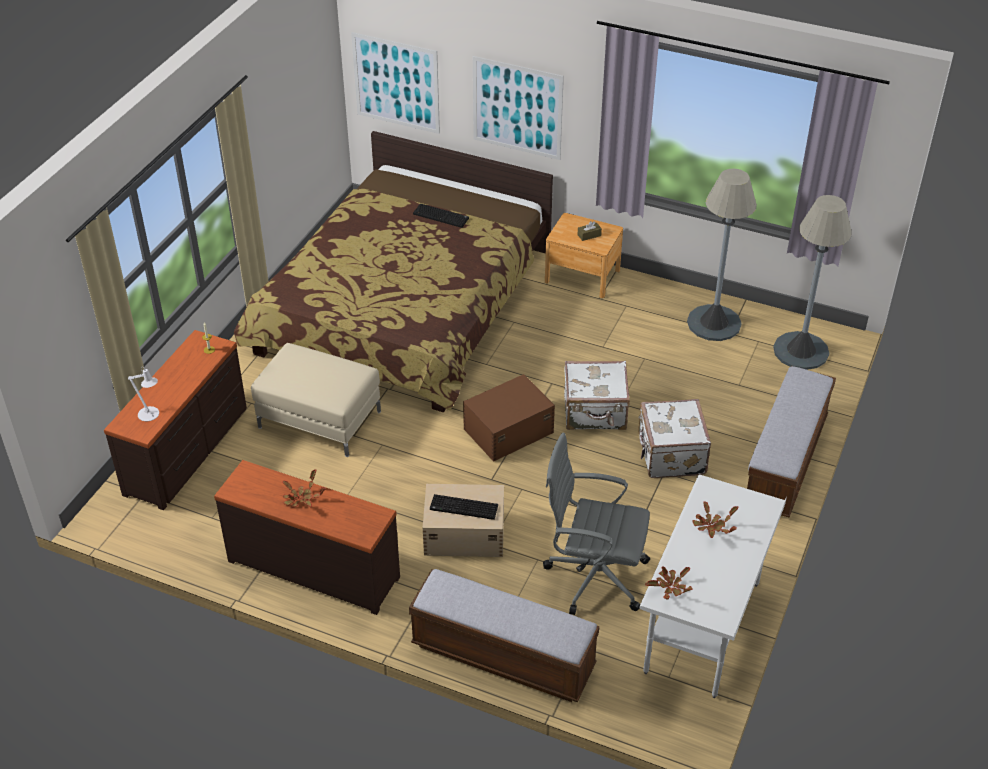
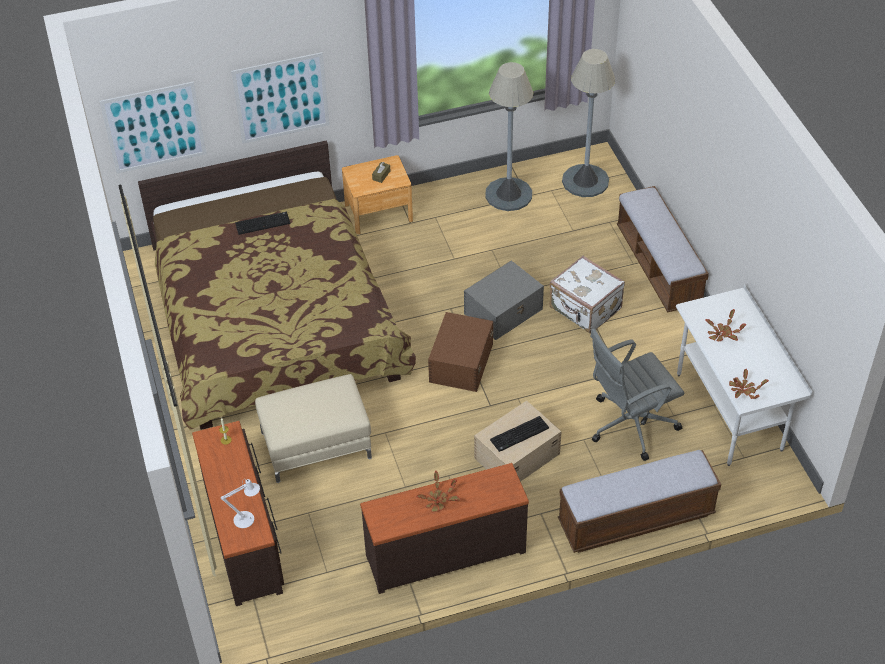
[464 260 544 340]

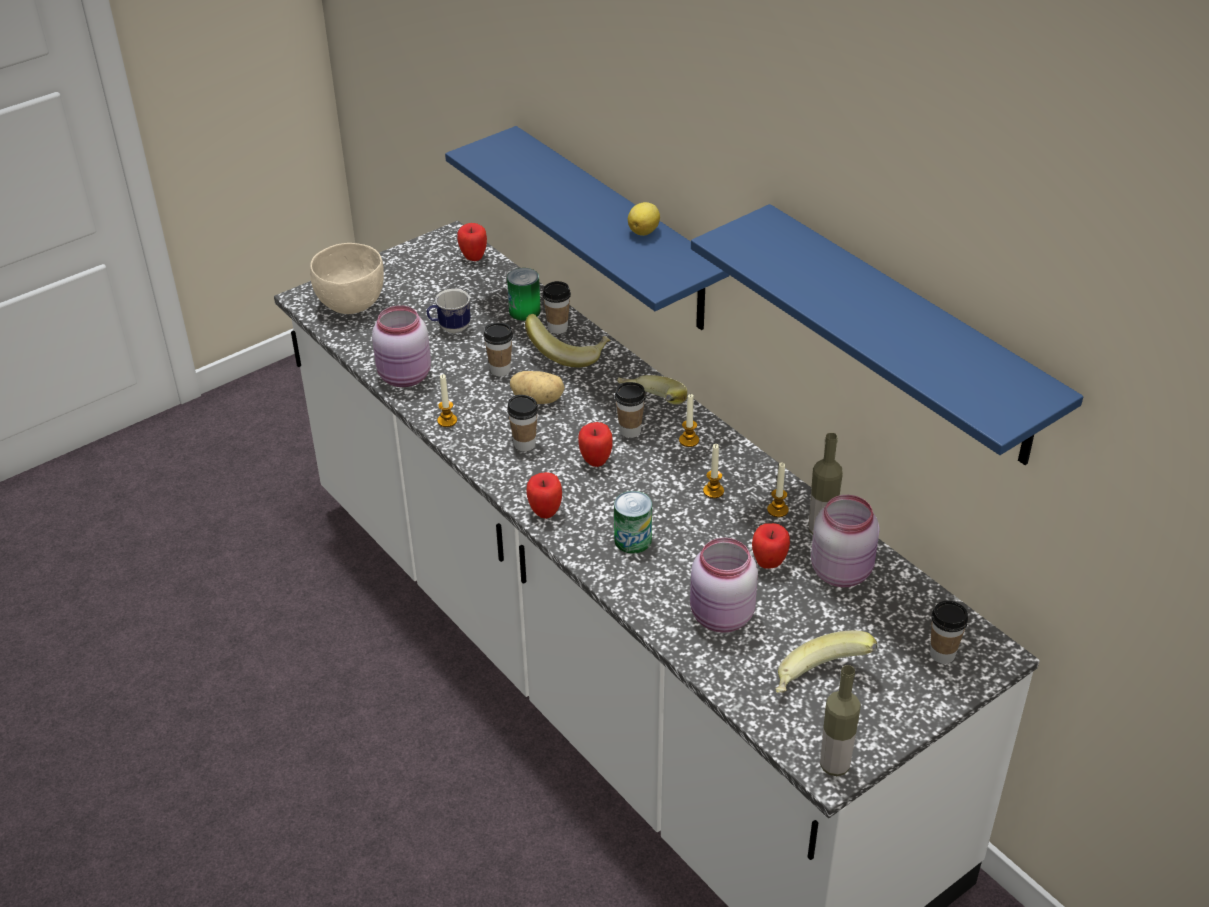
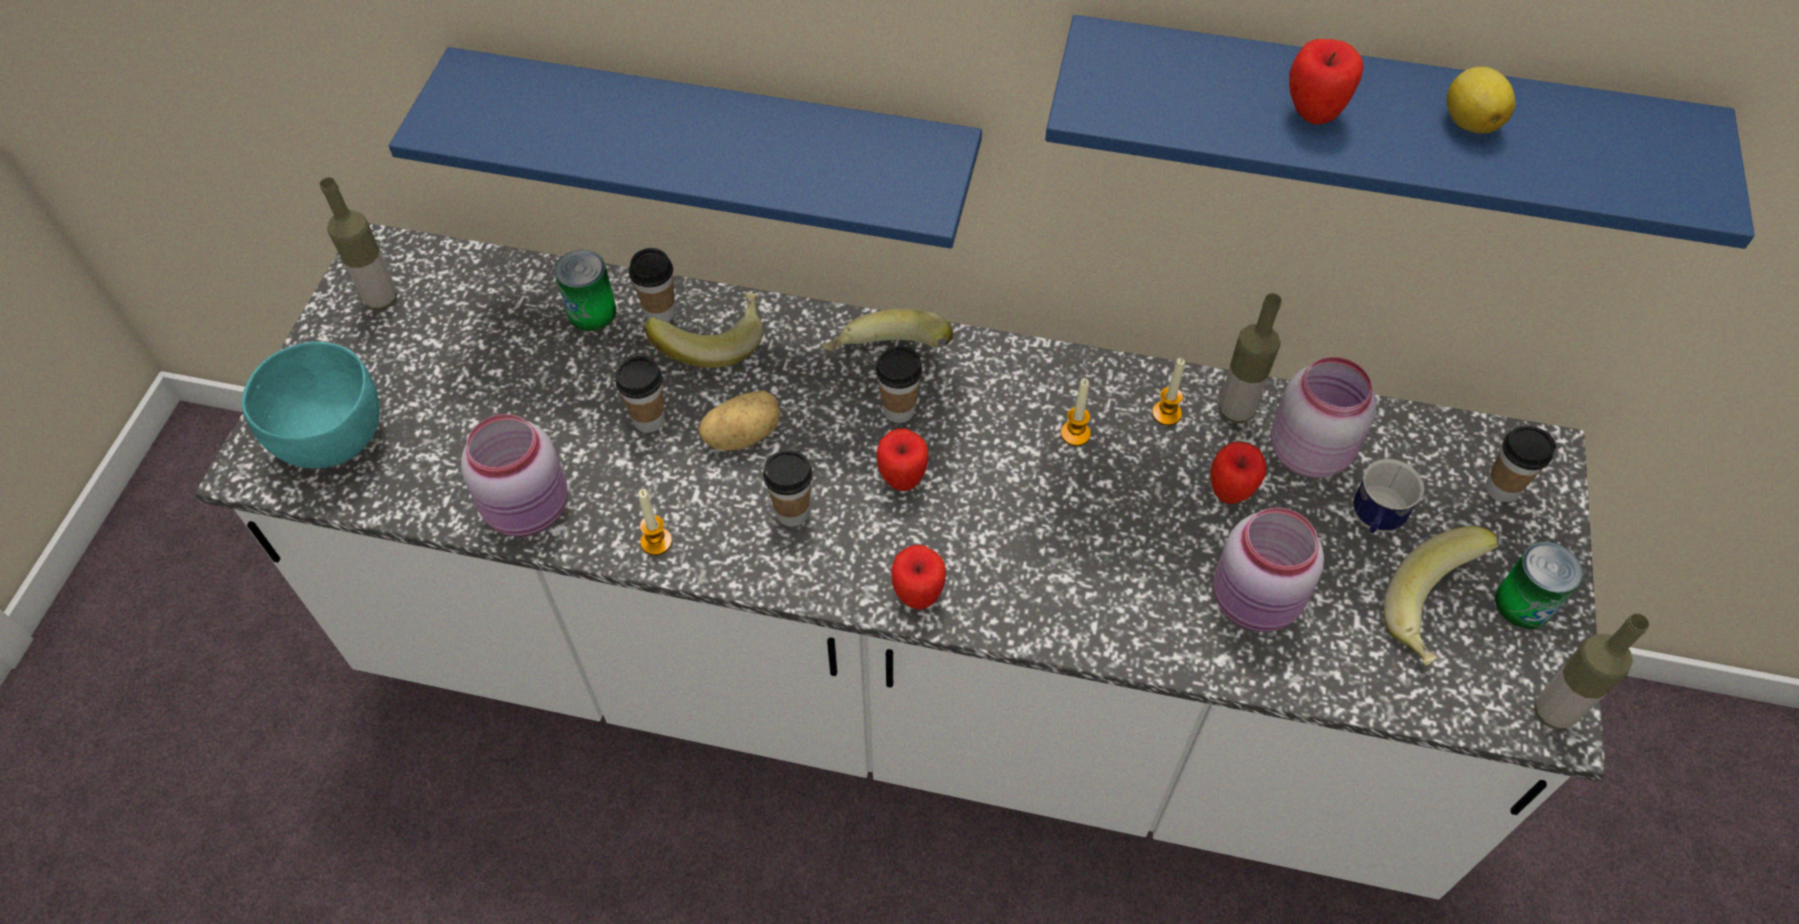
[1447 67 1516 134]
[1289 39 1364 125]
[242 341 380 468]
[1353 459 1424 533]
[679 394 699 447] (first image)
[1495 542 1583 629]
[319 177 398 310]

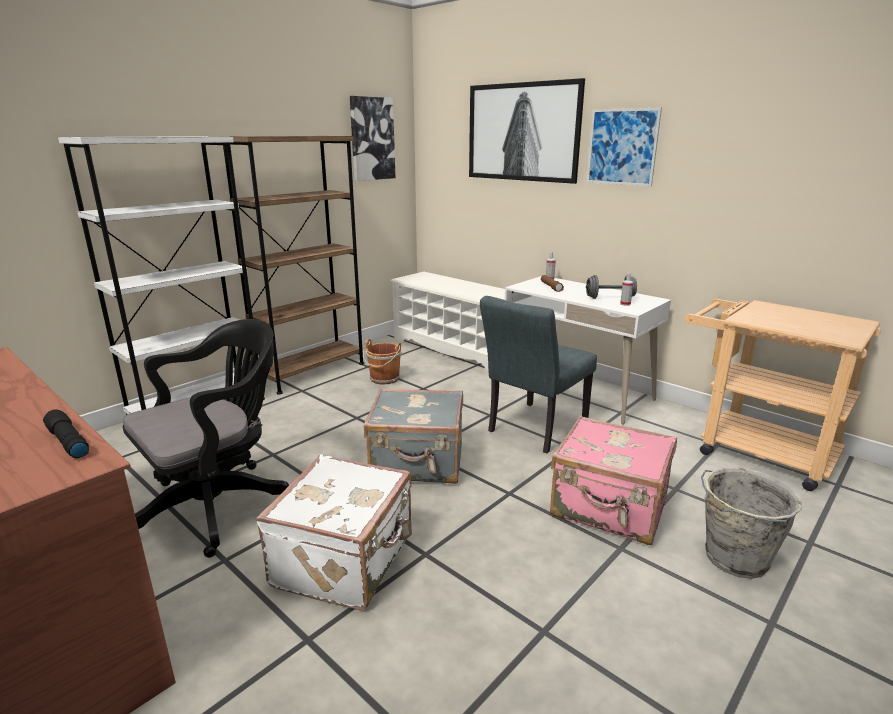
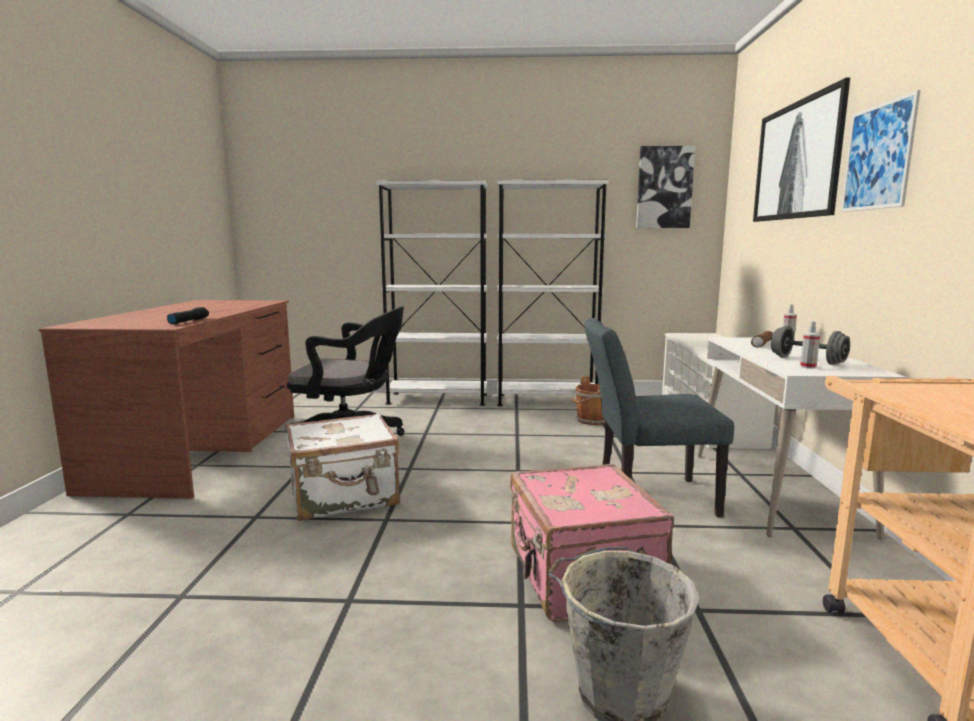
[497 179 609 406]
[364 388 463 484] (first image)

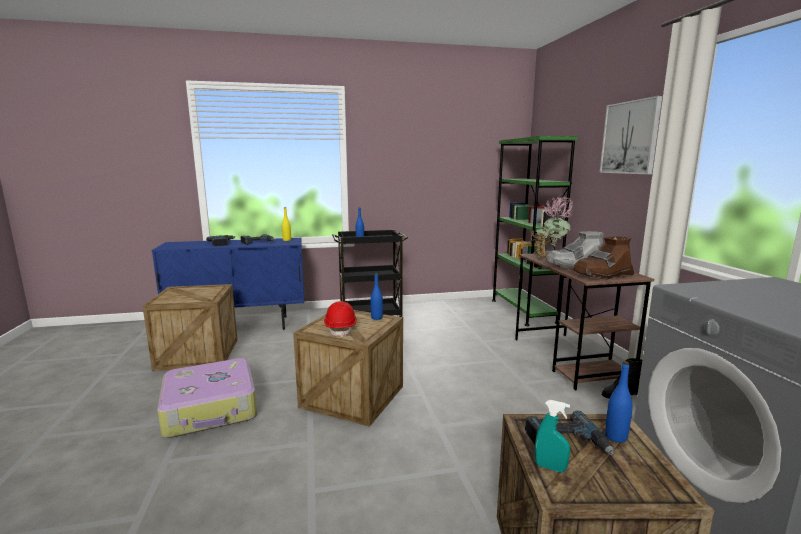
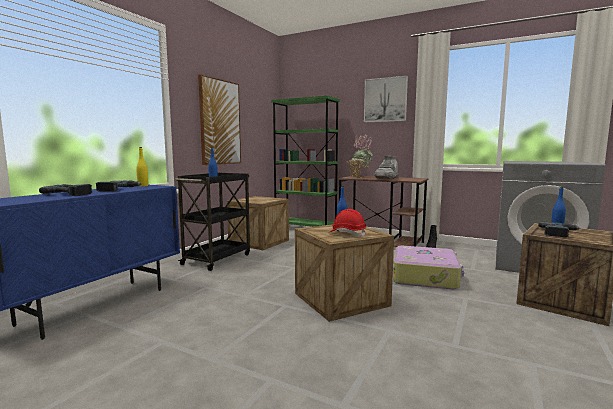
[572 237 634 280] (first image)
[227 196 289 250]
[393 246 464 289]
[535 400 570 472] (first image)
[198 74 241 165]

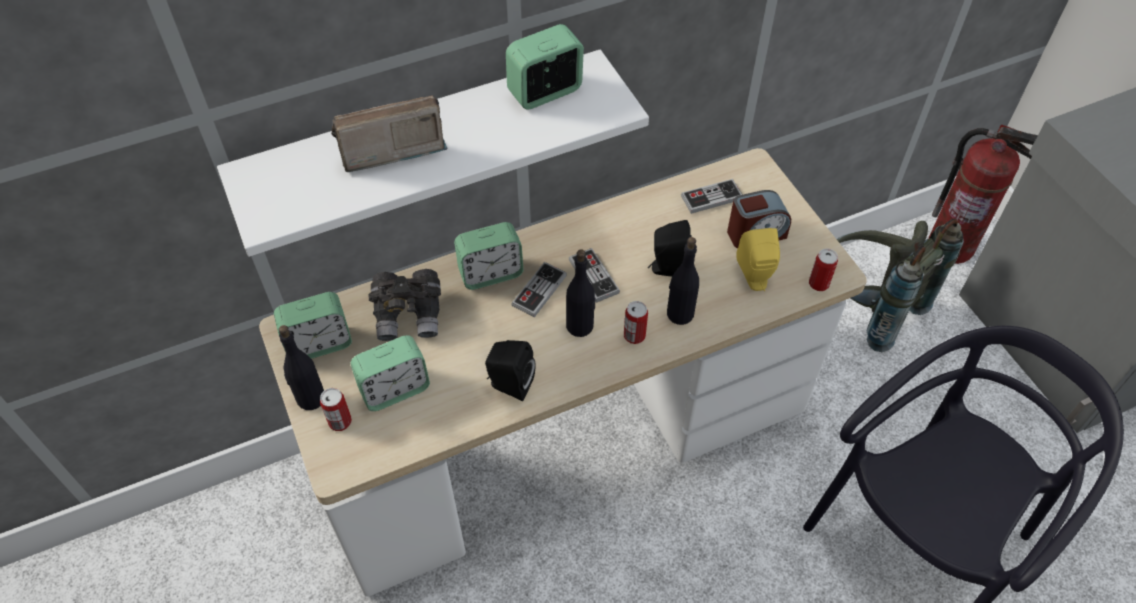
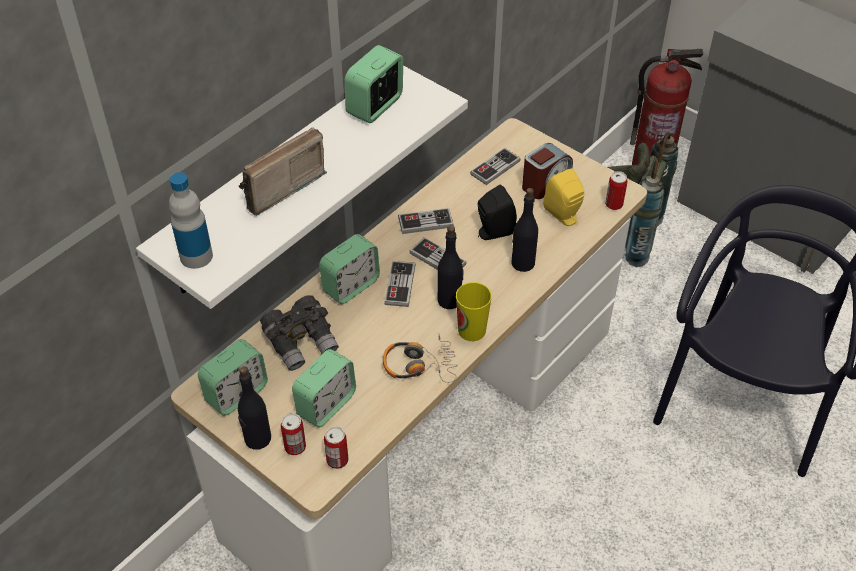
[324 427 348 469]
[383 334 458 383]
[169 172 213 269]
[398 208 454 234]
[456 282 492 341]

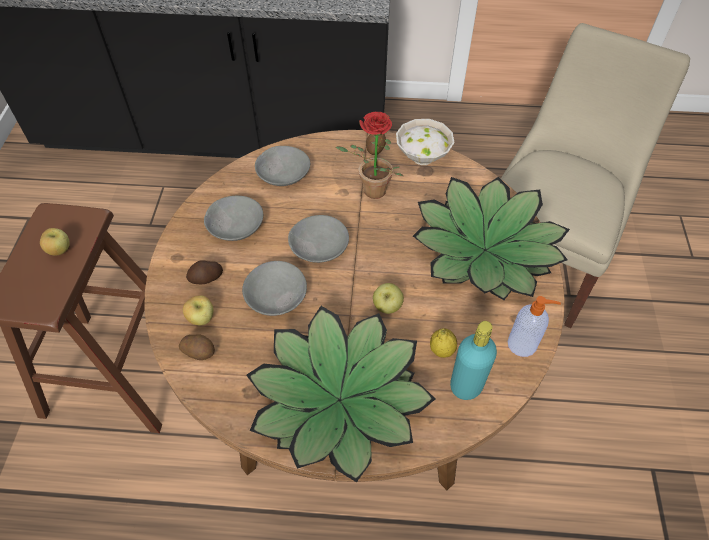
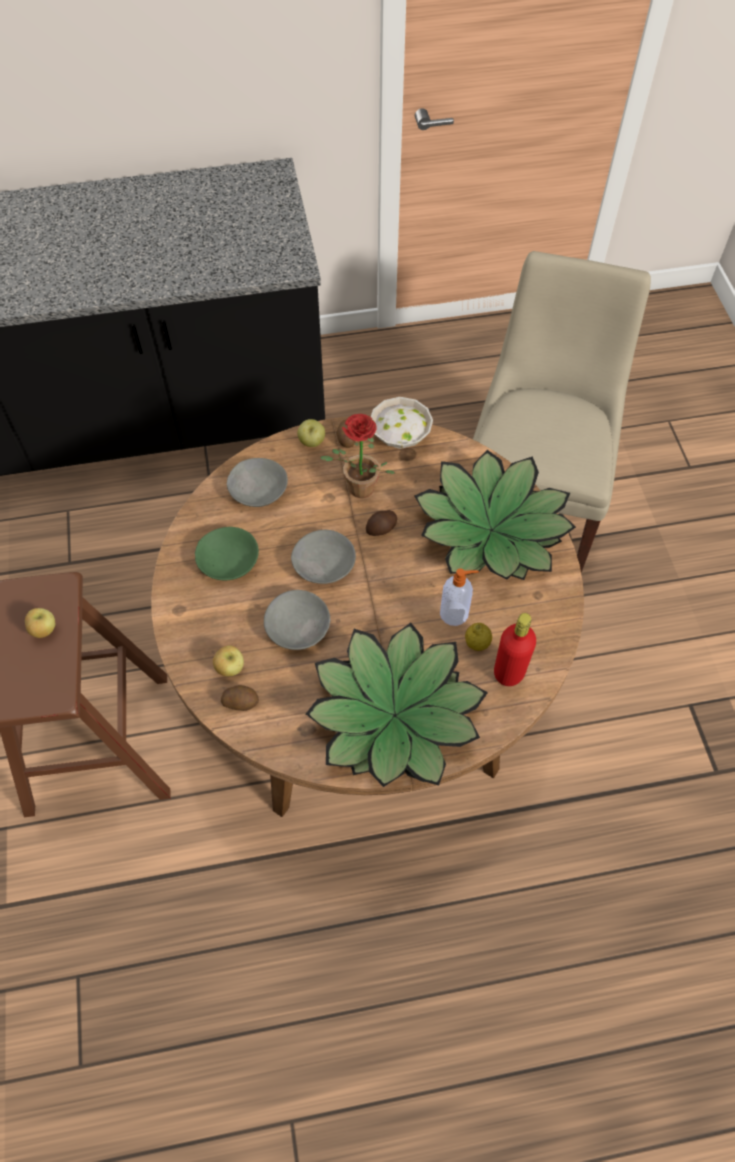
[195 527 259 580]
[366 510 397 536]
[297 419 325 447]
[440 569 479 626]
[494 613 536 686]

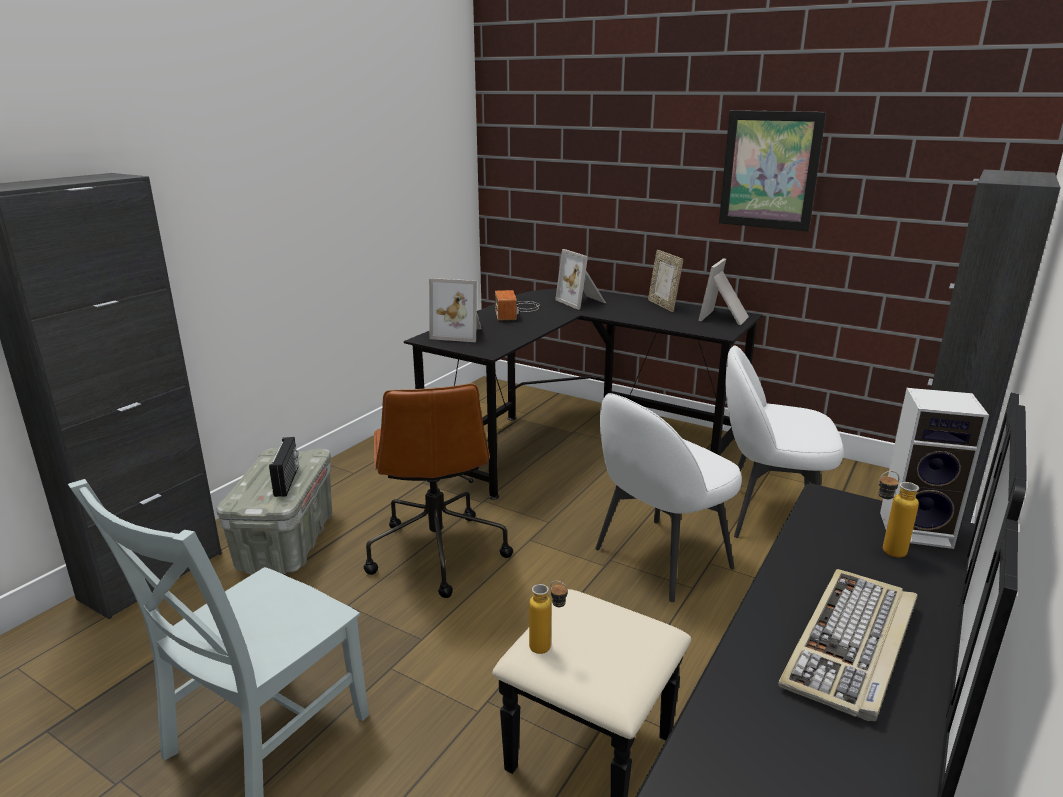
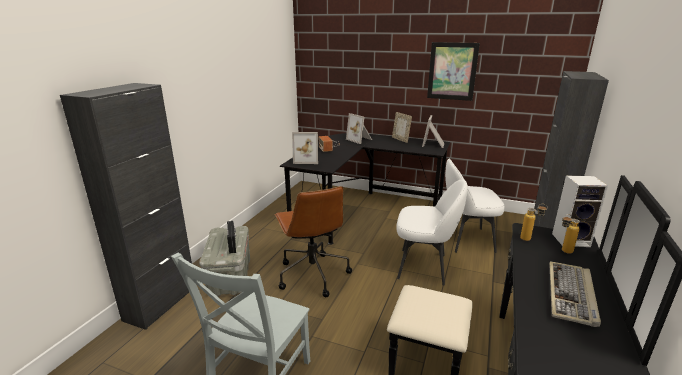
[396 179 468 286]
[520 204 547 241]

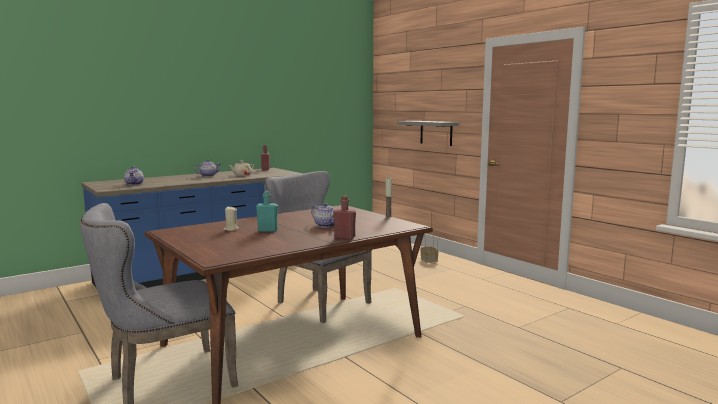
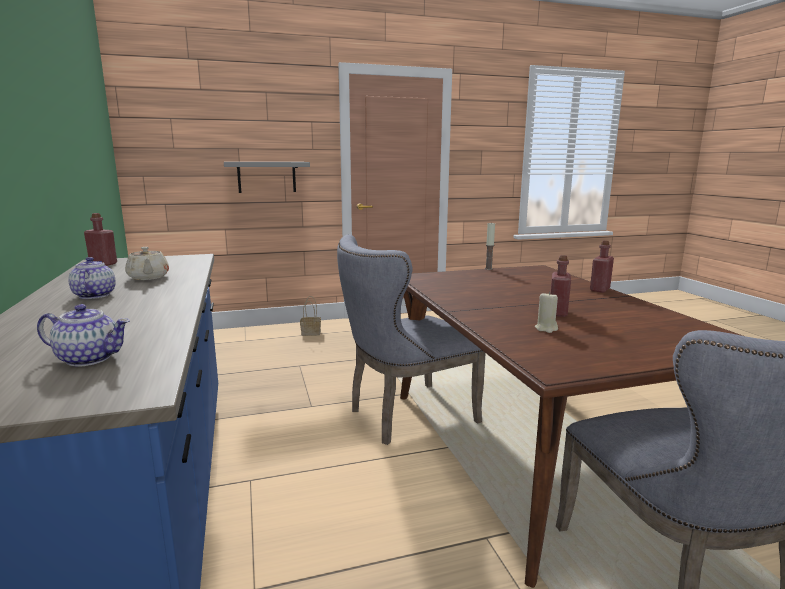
[550 255 571 317]
[311 203 335 228] (first image)

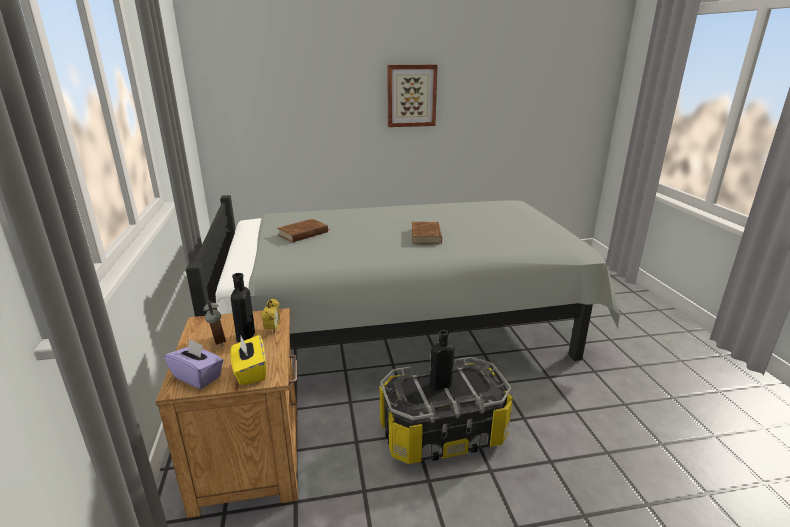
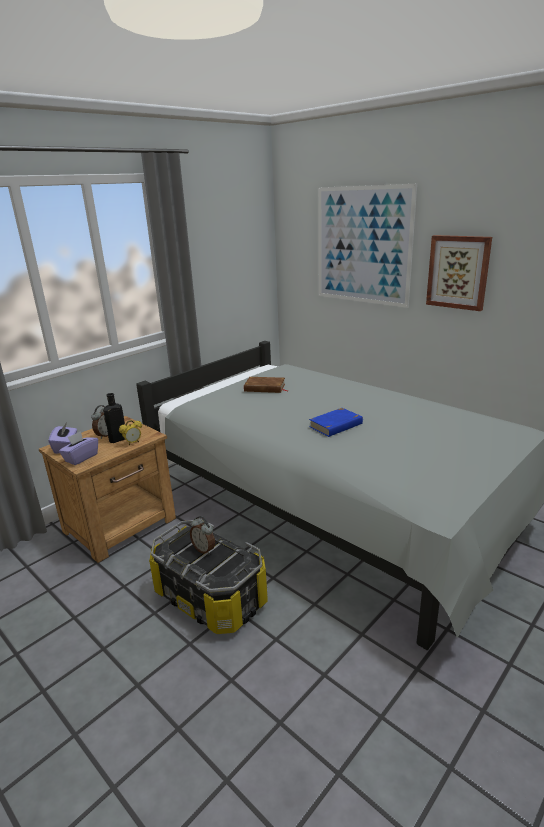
[309 408 363 437]
[190 516 215 555]
[59 431 98 465]
[318 184 417 308]

